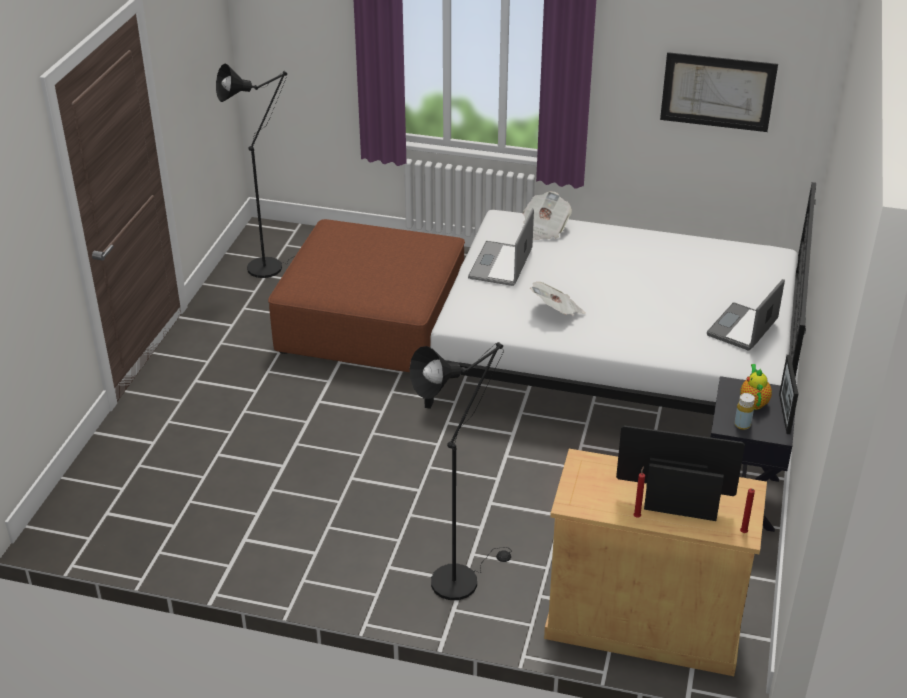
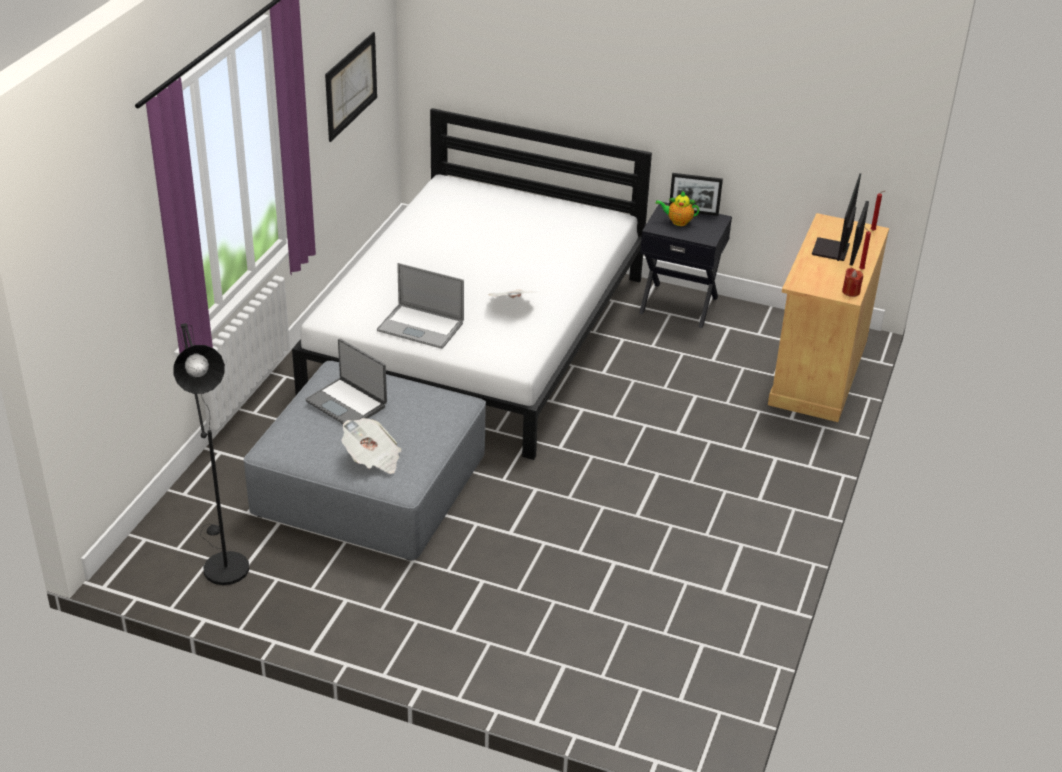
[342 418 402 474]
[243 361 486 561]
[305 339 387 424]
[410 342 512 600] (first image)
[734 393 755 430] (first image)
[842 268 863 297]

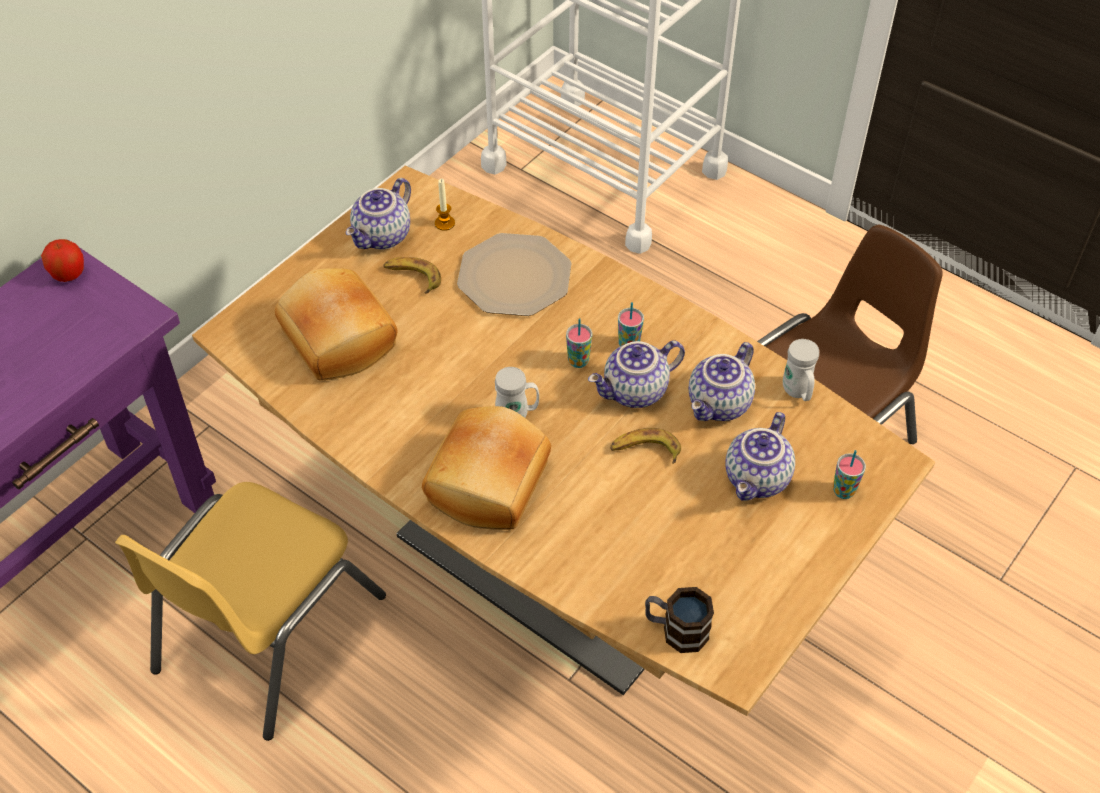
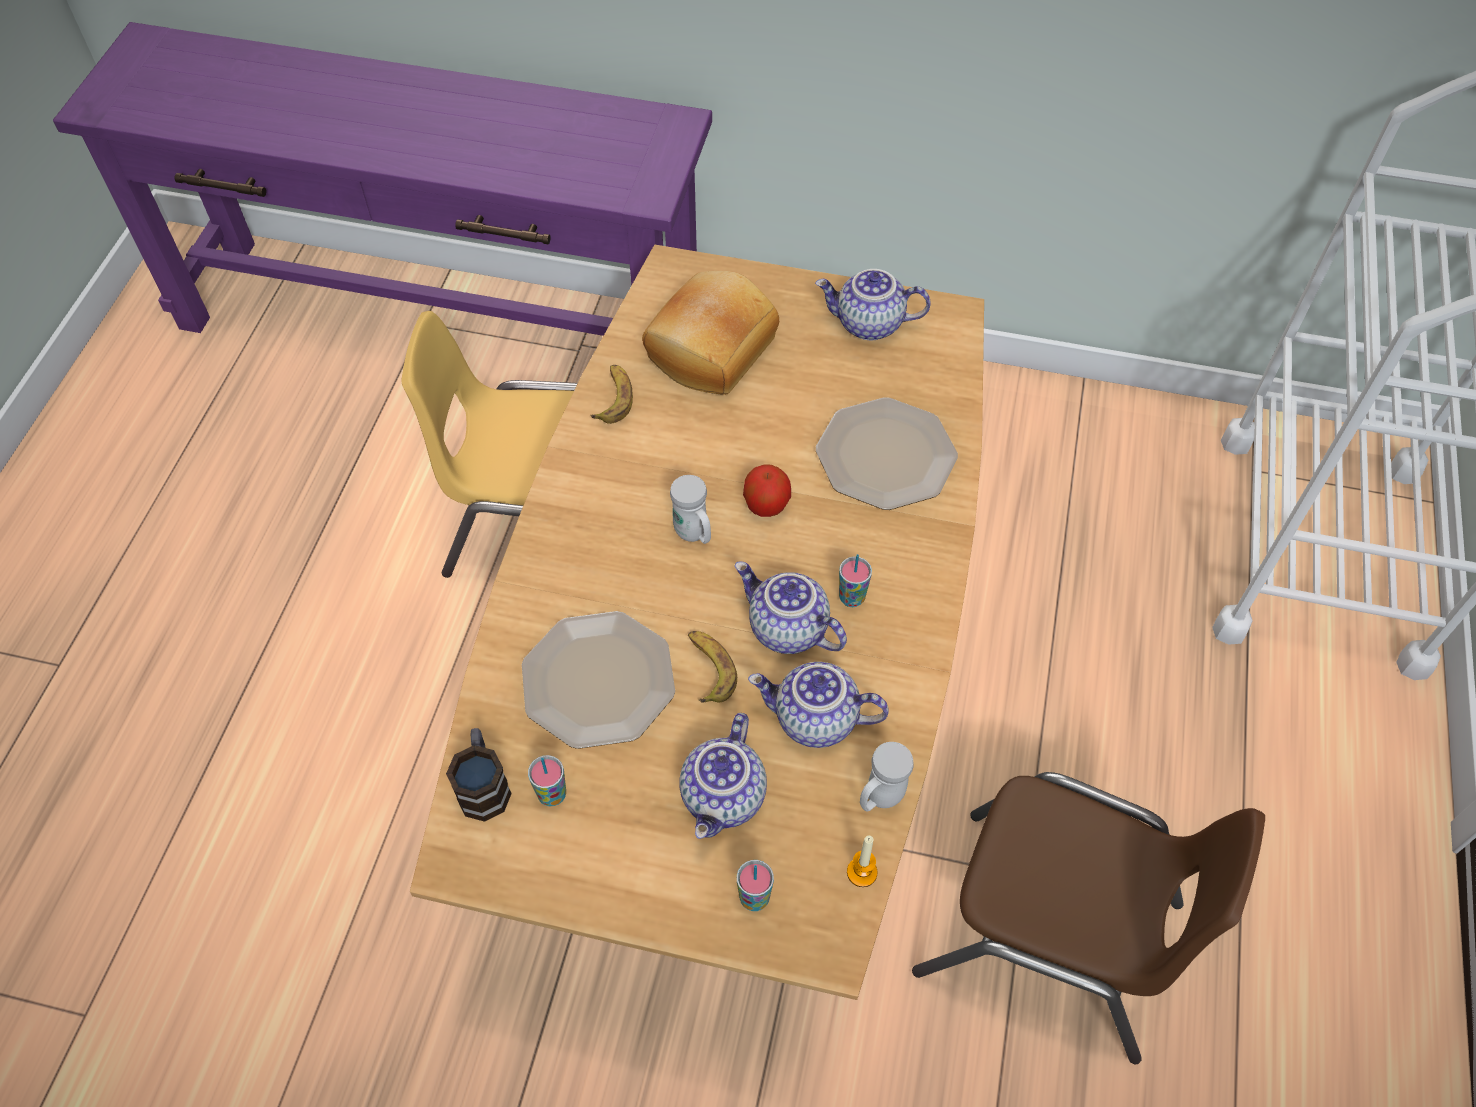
[847 836 877 887]
[743 464 791 517]
[591 365 633 424]
[528 755 566 807]
[422 406 551 530] (first image)
[679 713 767 839]
[522 611 675 749]

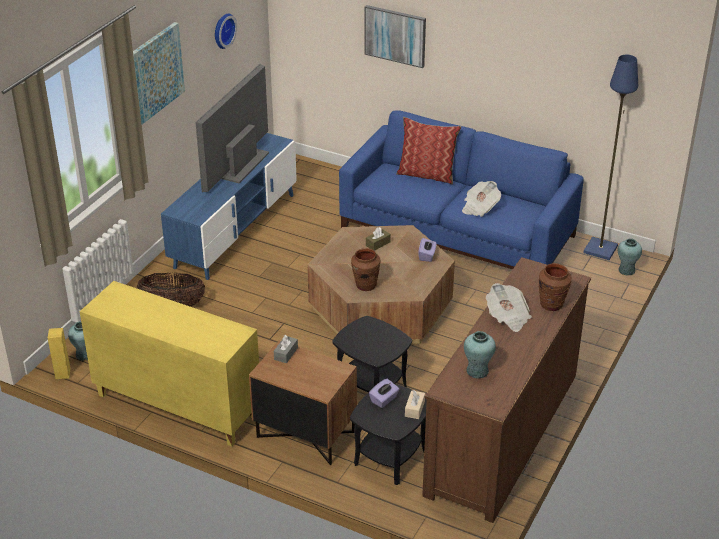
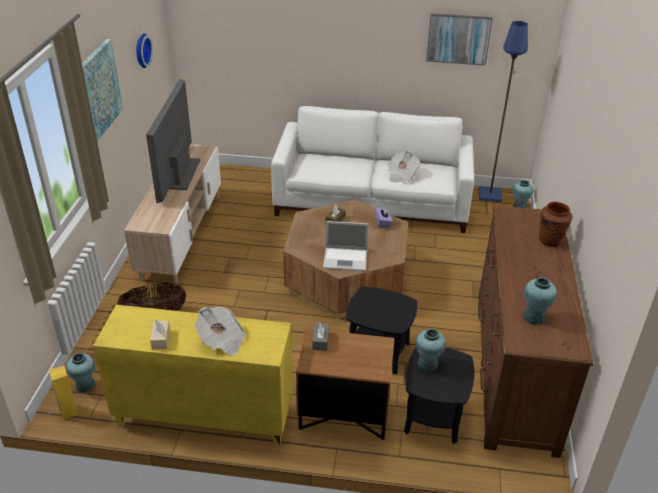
[426 13 493 65]
[271 106 474 233]
[396 117 461 184] (first image)
[124 144 221 285]
[323 221 369 271]
[195 306 246 356]
[416 329 446 372]
[150 320 170 349]

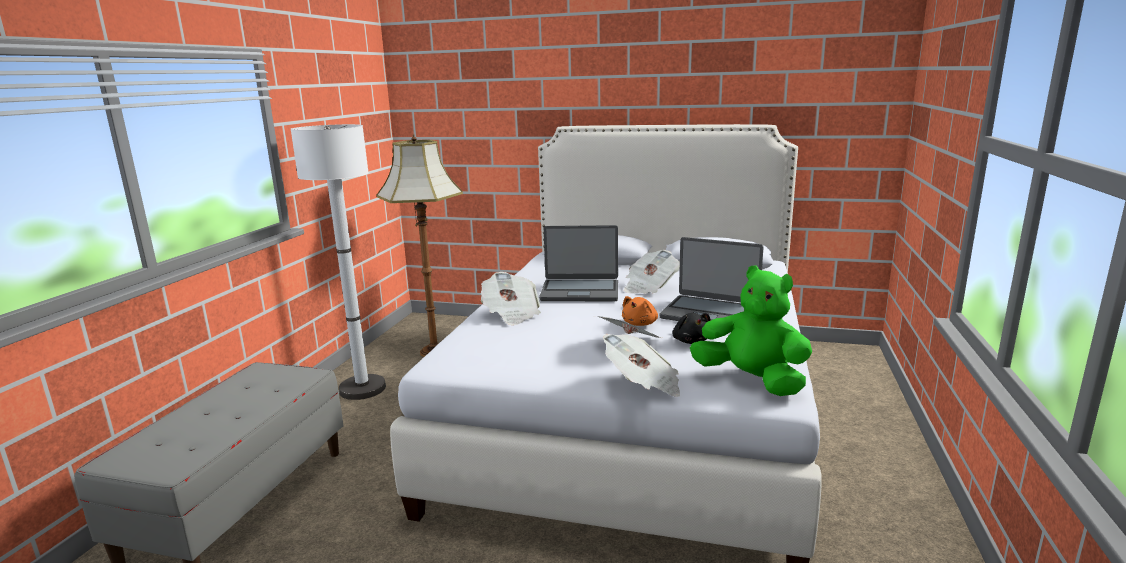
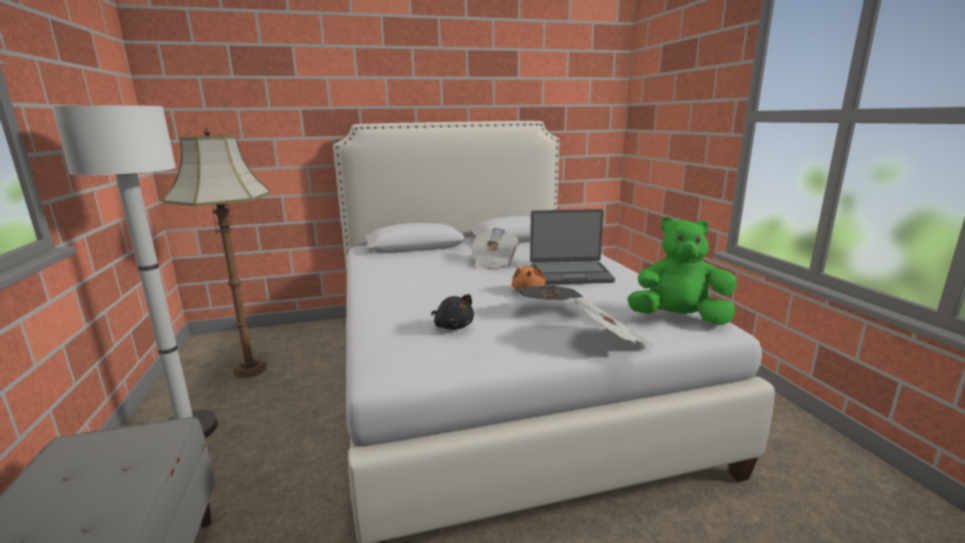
[539 225 618 301] (first image)
[481 272 541 326] (first image)
[431 294 474 330]

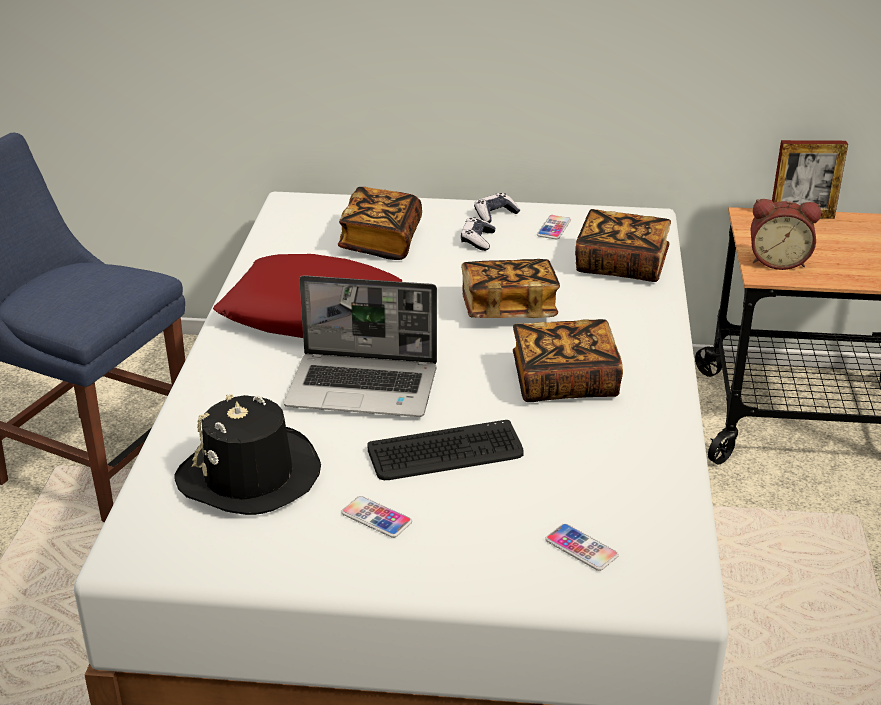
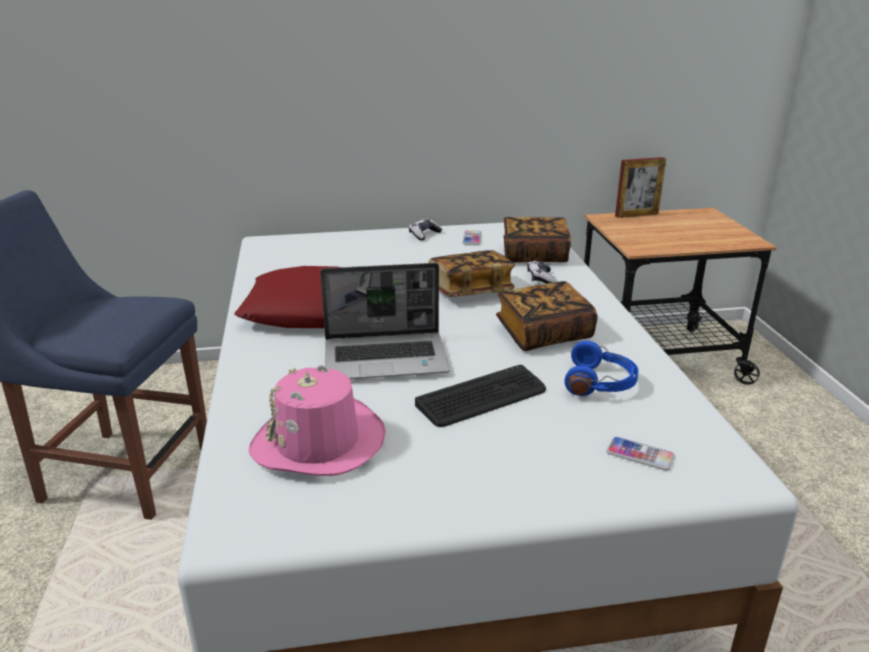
[338 187 422 260] (first image)
[750 199 821 270] (first image)
[527 261 558 284]
[249 365 386 476]
[341 496 412 538] (first image)
[564 341 639 396]

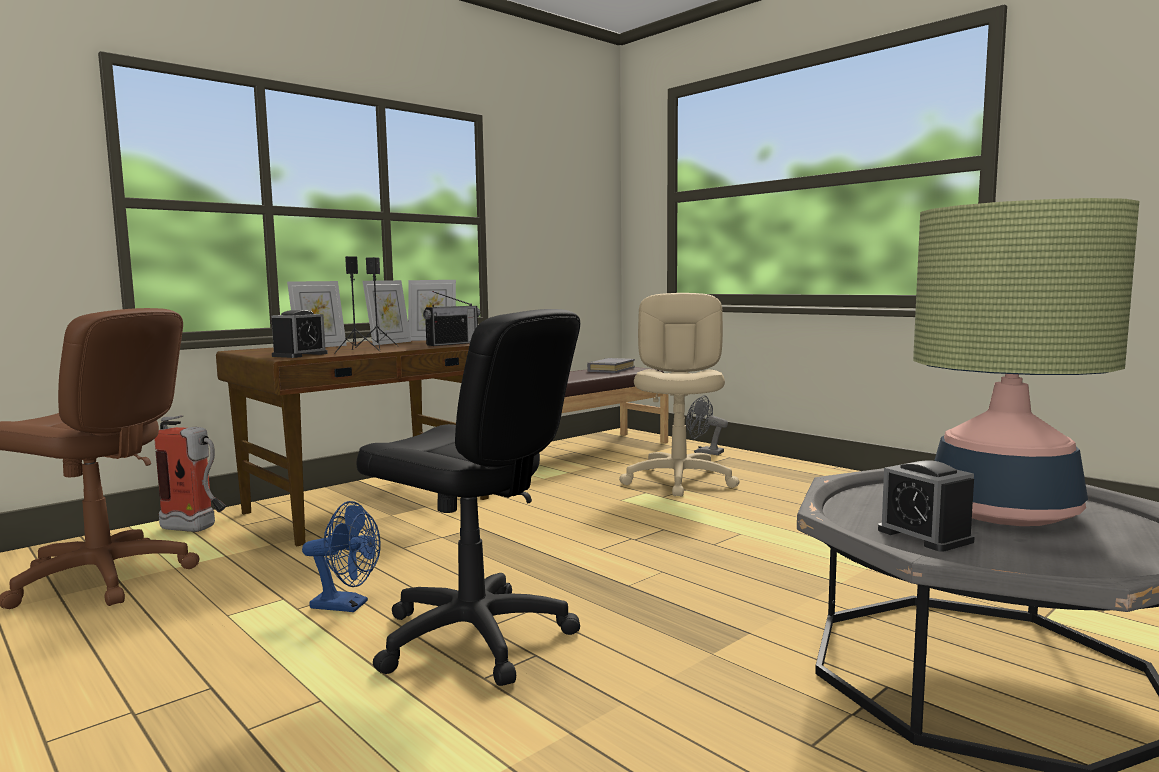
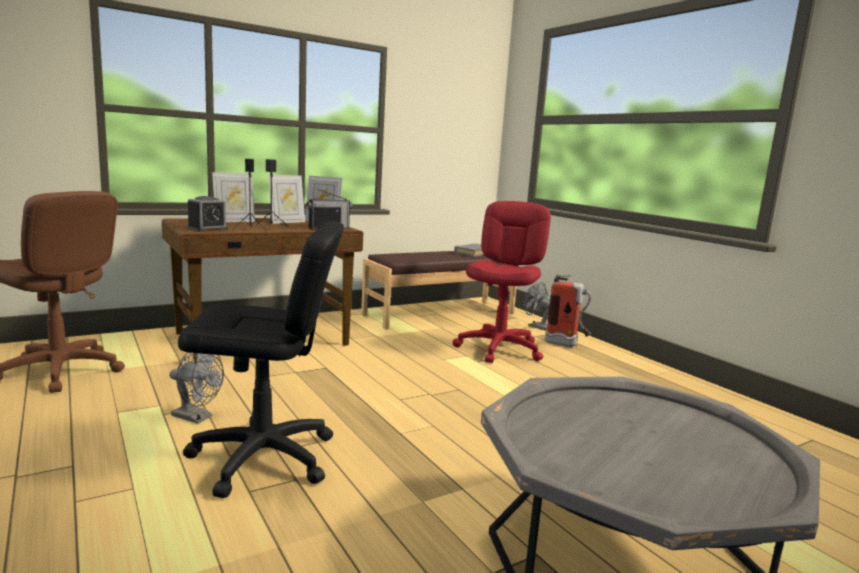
[913 198 1139 526] (first image)
[453 201 551 363]
[178 221 344 498]
[545 274 591 347]
[878 460 975 552] (first image)
[169 352 224 424]

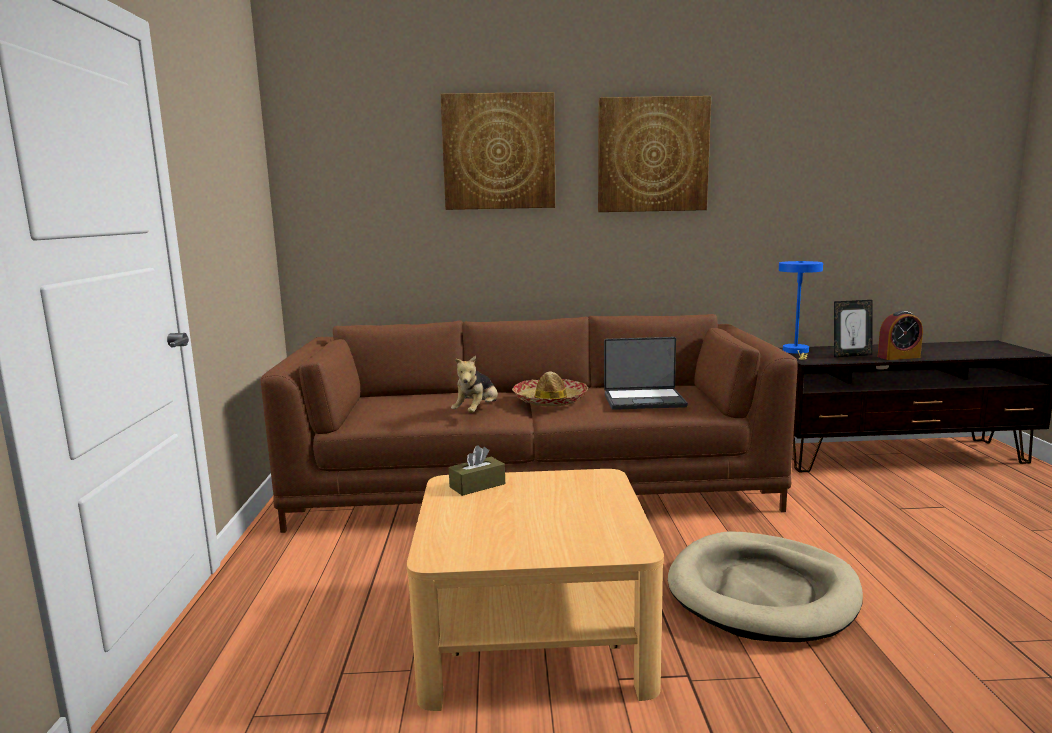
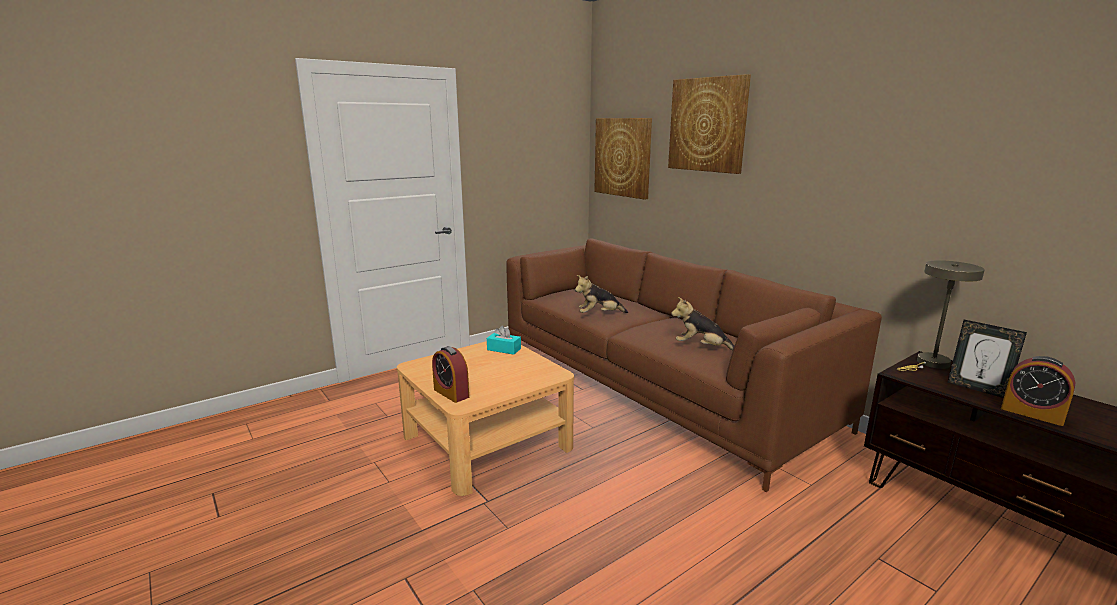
[594 118 652 200]
[897 260 985 371]
[671 297 734 351]
[512 371 588 407] (first image)
[487 325 521 355]
[668 531 863 642] (first image)
[432 346 469 403]

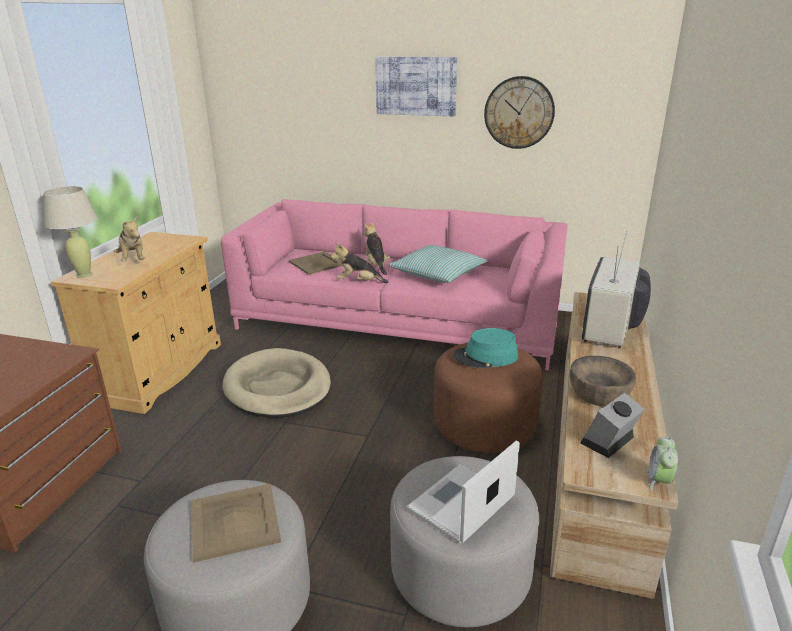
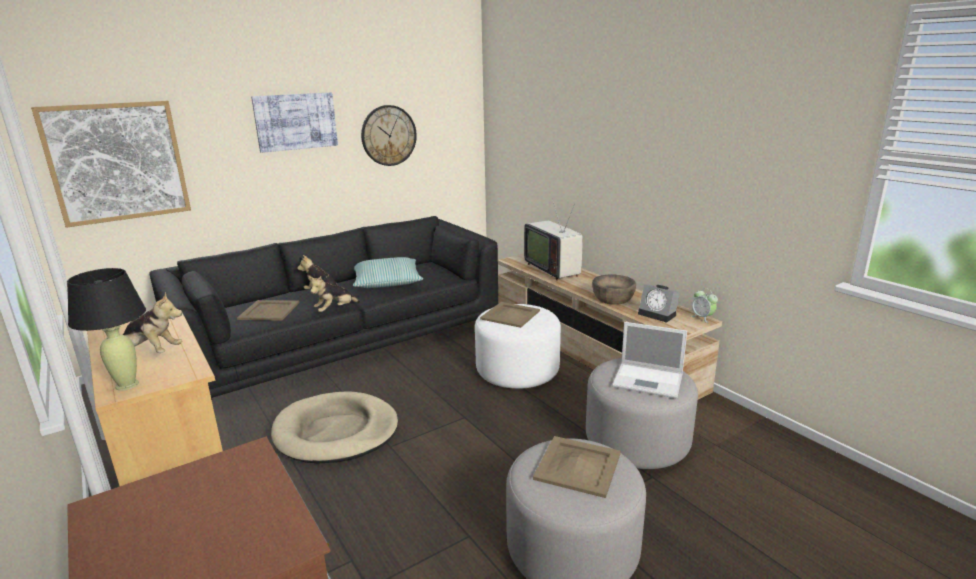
[67 268 146 391]
[149 216 498 400]
[480 302 540 328]
[475 304 561 389]
[638 284 680 323]
[612 322 687 399]
[31 101 191 228]

